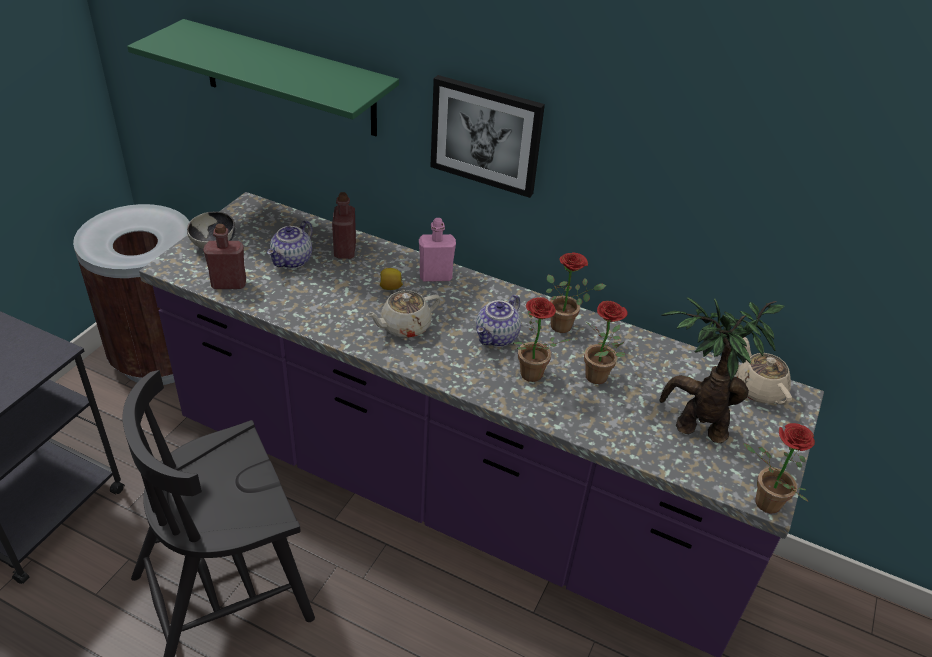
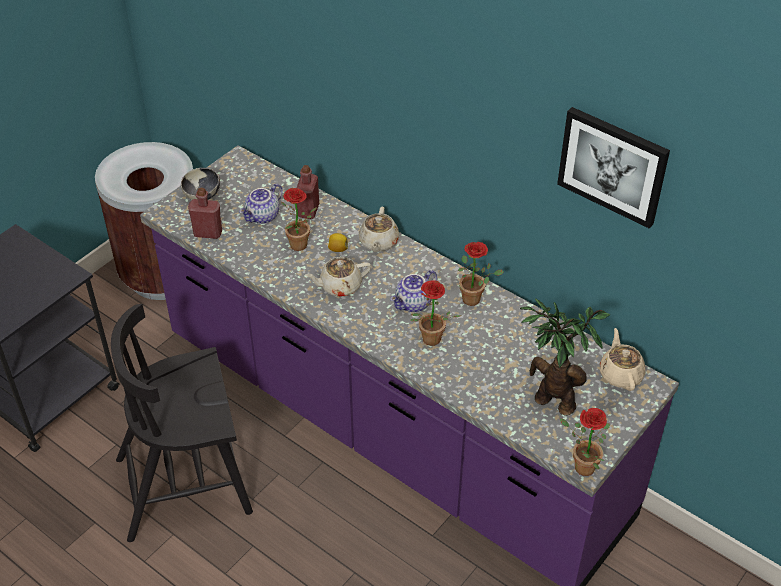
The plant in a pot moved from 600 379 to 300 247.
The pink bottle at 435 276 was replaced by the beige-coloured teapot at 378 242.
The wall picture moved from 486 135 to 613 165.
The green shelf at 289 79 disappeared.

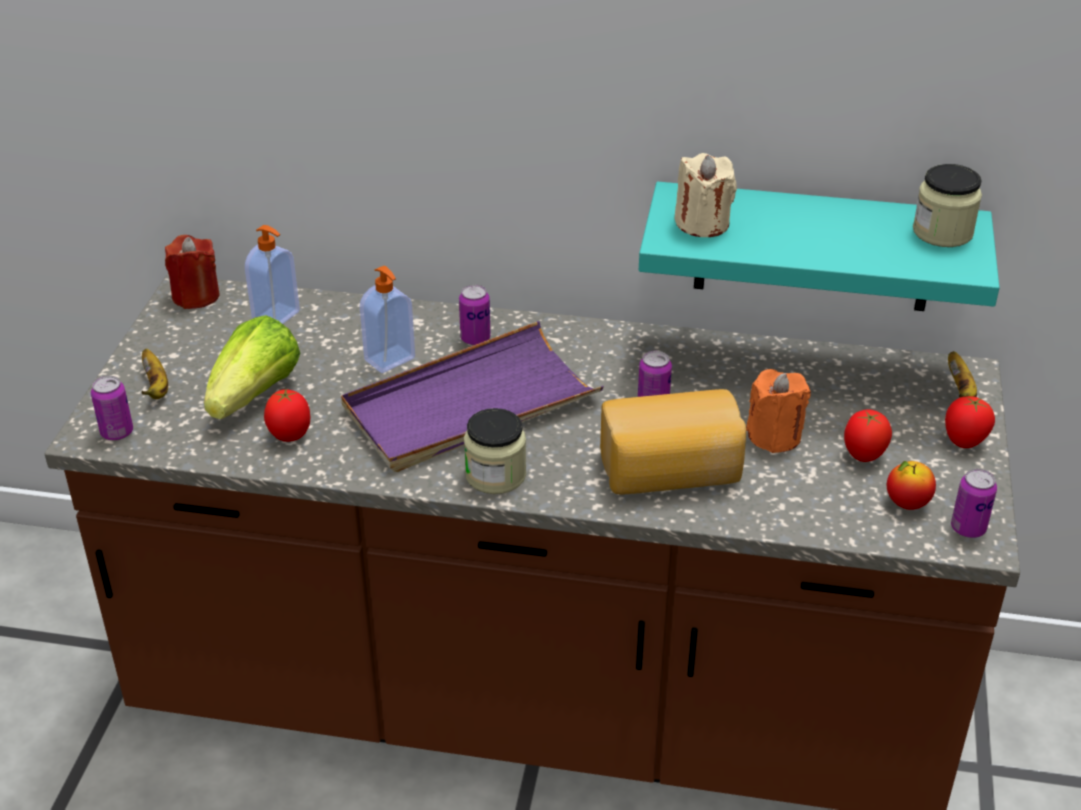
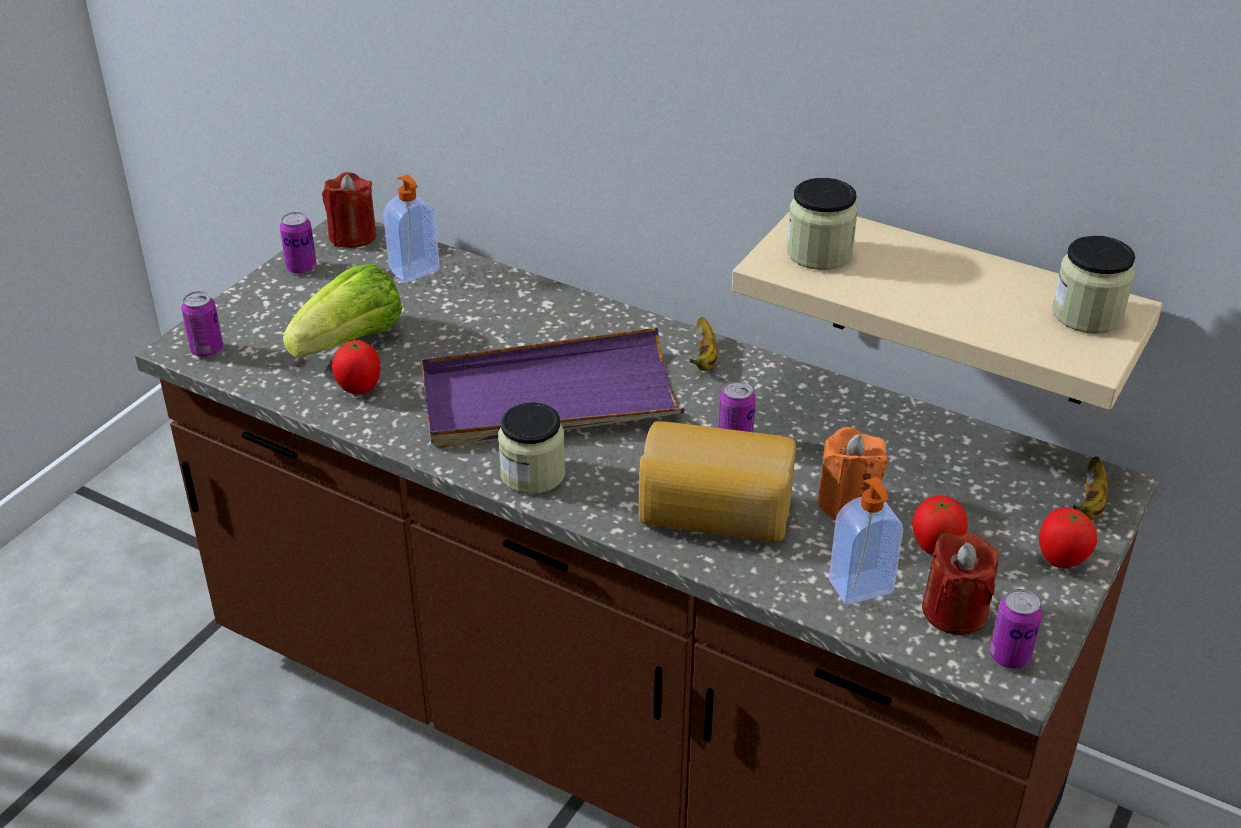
The can moved from 475 338 to 301 267.
The banana moved from 156 387 to 704 358.
The turquoise-coloured shelf at 814 247 became the beige-coloured shelf at 963 306.
The beige-coloured wax candle at 702 223 was replaced by the storage jar at 819 253.
The soap dispenser moved from 391 360 to 861 588.
The whole apple at 907 503 was replaced by the red wax candle at 954 611.

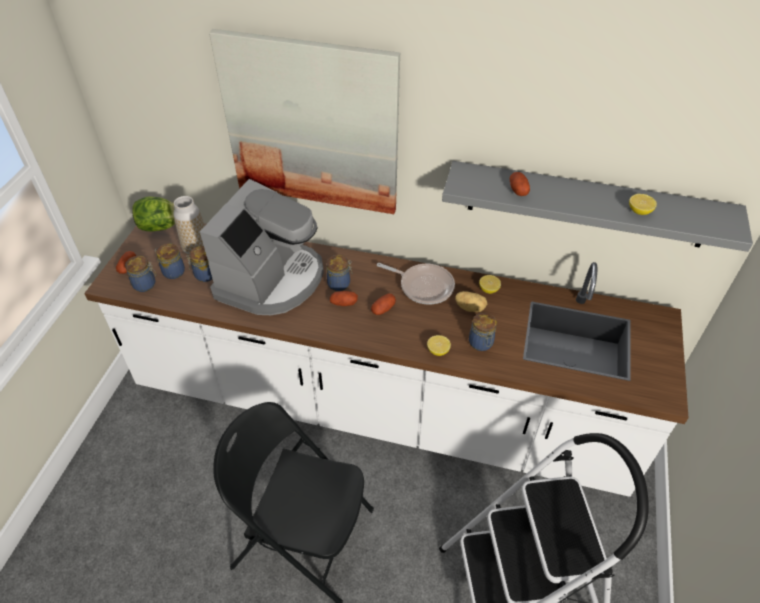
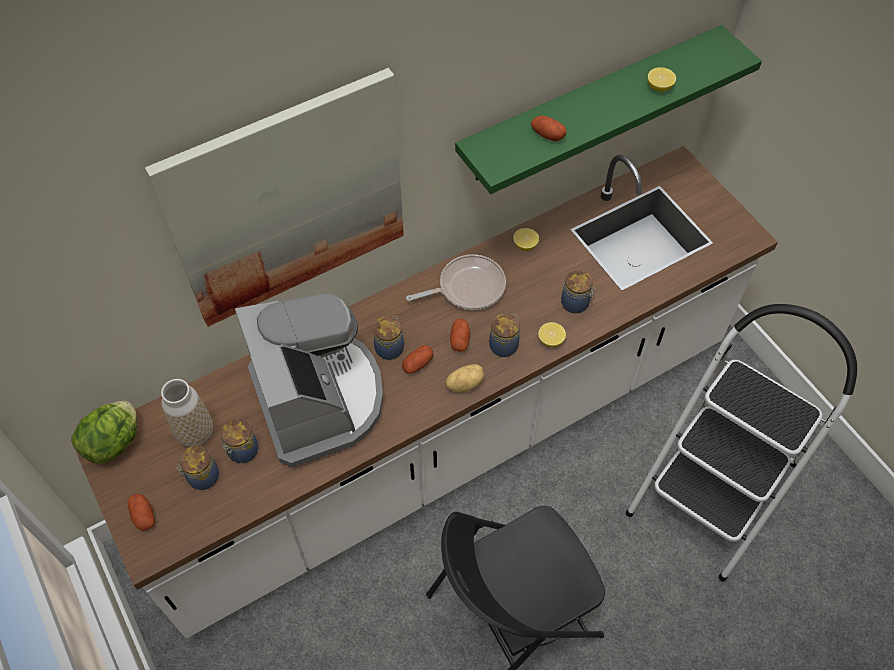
The potato moved from 470 307 to 464 383.
The greyish shelf at 587 205 became the green shelf at 590 105.
The storage jar moved from 145 284 to 504 345.

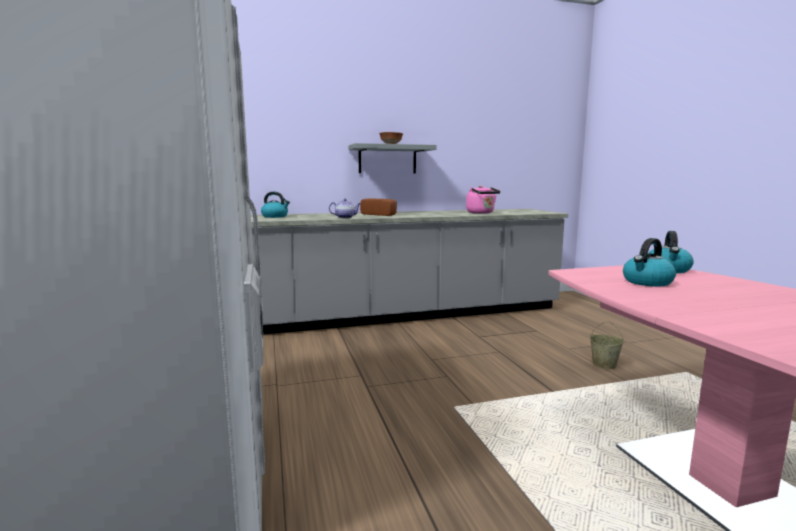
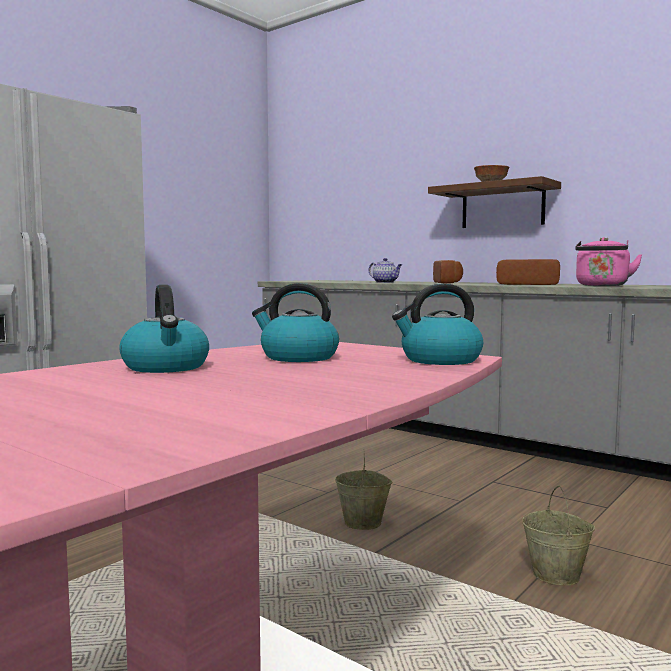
The tea kettle moved from 275 216 to 166 367.
The beige-coloured bucket at 363 523 appeared.
The greyish shelf at 387 159 became the brown-coloured shelf at 502 206.
The bread at 528 284 appeared.

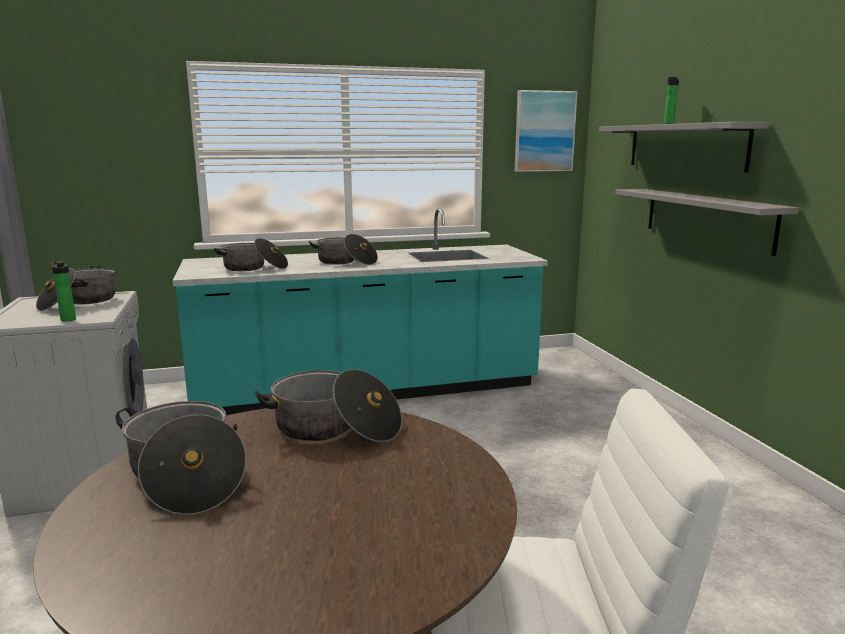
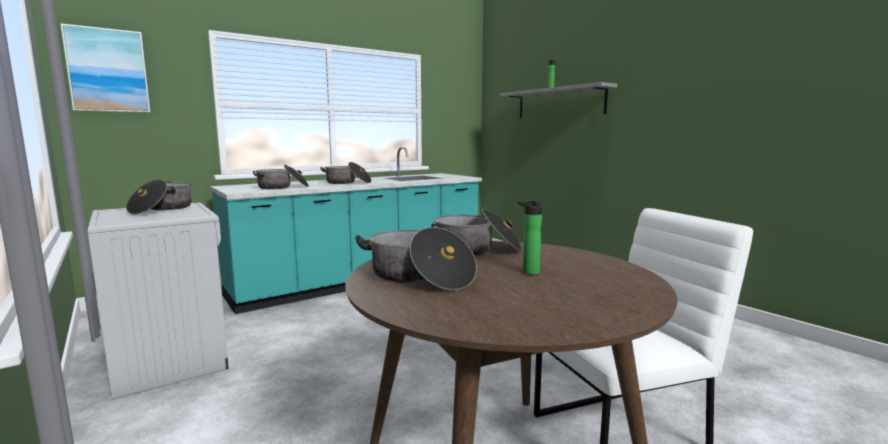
The wall picture moved from 544 131 to 107 70.
The bottle moved from 67 319 to 528 271.
The greyish shelf at 706 218 disappeared.

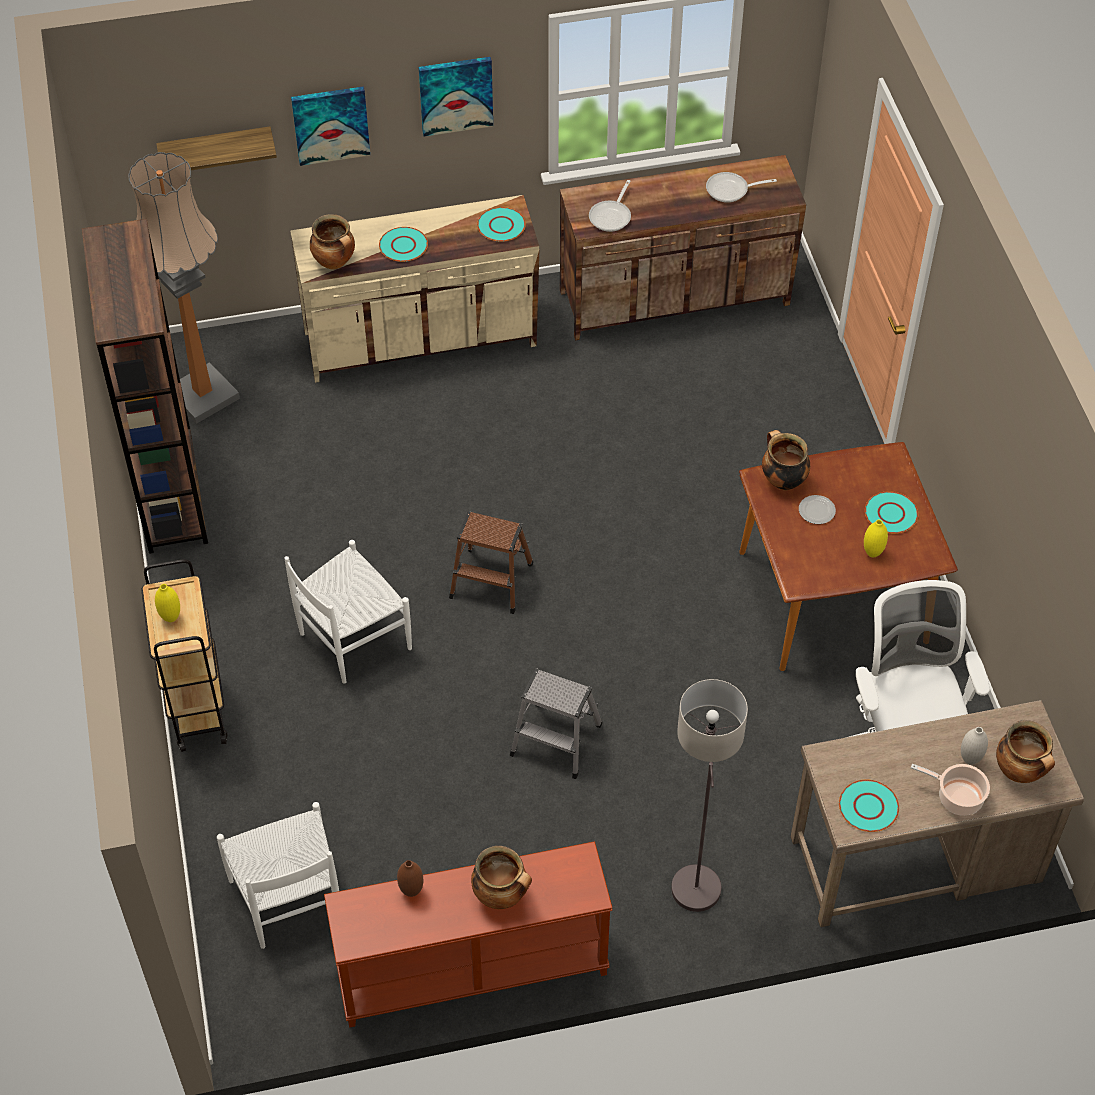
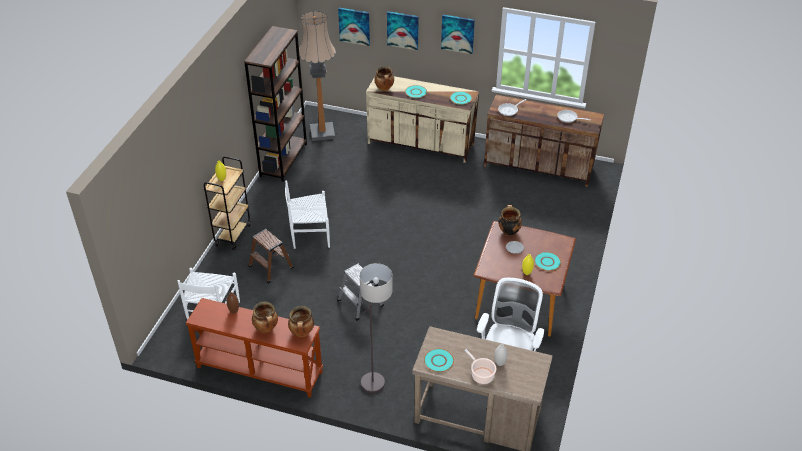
The brown-coloured step stool moved from 491 579 to 271 267.
The cooking pot moved from 1020 771 to 302 333.
The shelf at 216 149 was replaced by the wall picture at 354 26.

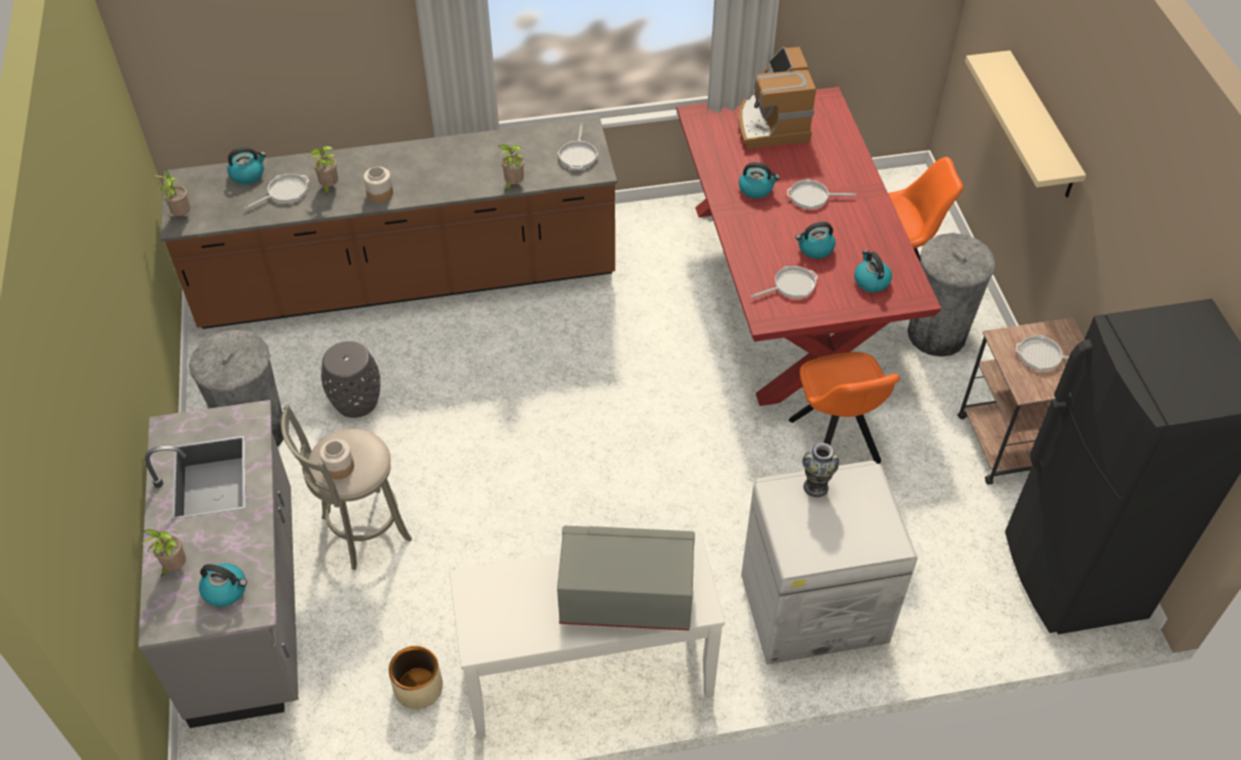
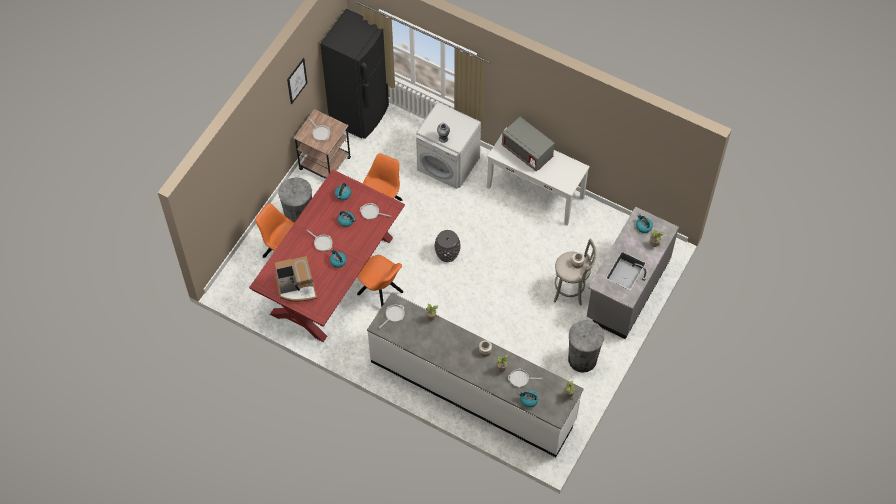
The coffee machine at 771 123 turned 45 degrees clockwise.
The wall picture at 297 81 appeared.
The orange-coloured plain chair at 380 293 appeared.
The brown-coloured counter at 408 282 became the whitish counter at 473 390.
The greyish sitting stool moved from 356 401 to 447 254.
The beige-coloured planter at 418 688 disappeared.
The beige-coloured shelf at 1041 126 disappeared.

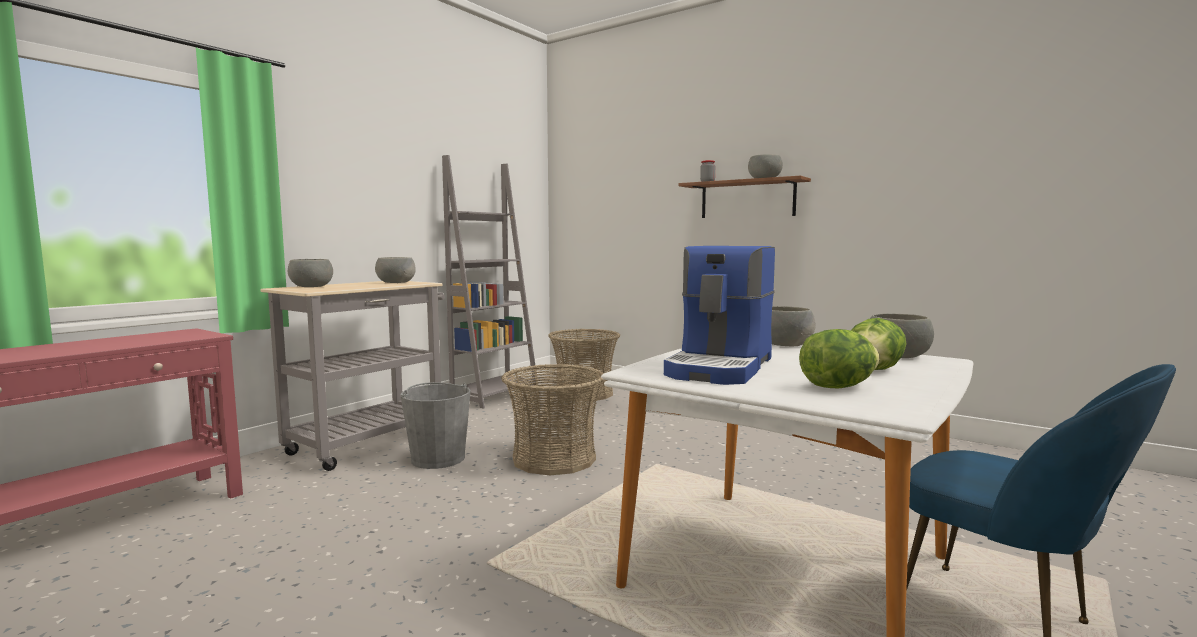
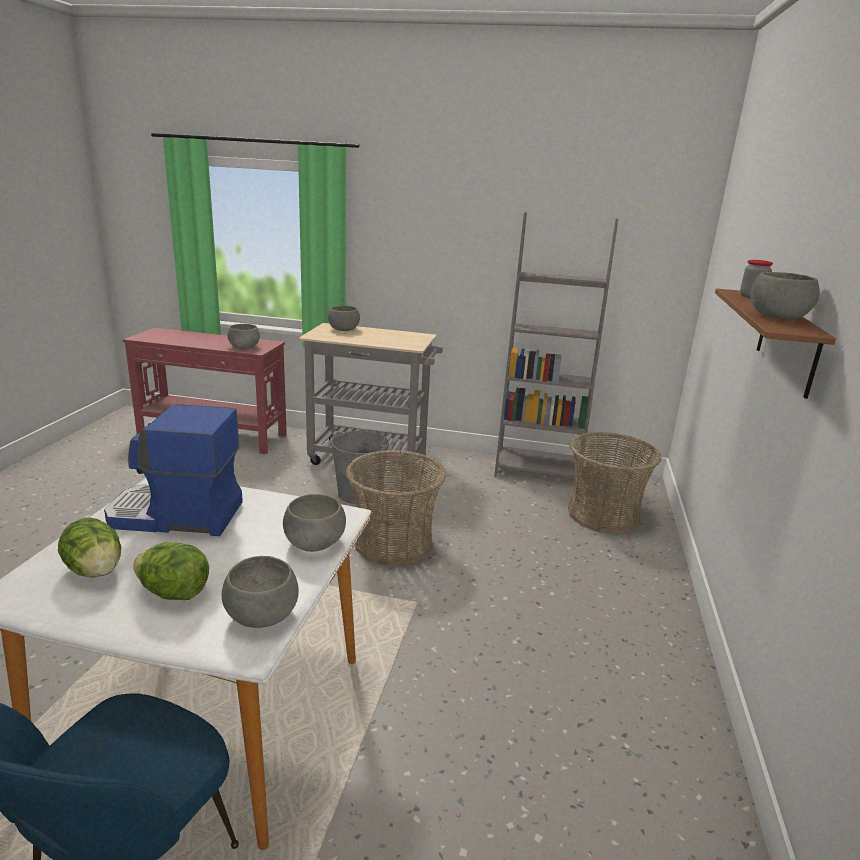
The greyish serving bowl moved from 395 282 to 244 347.

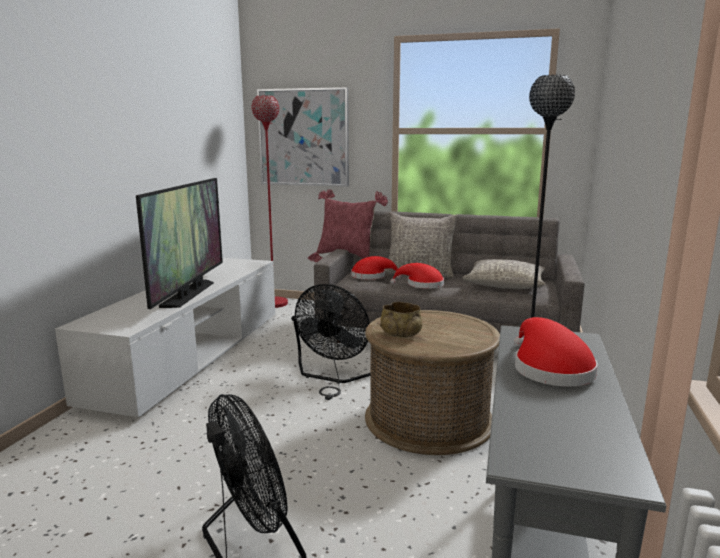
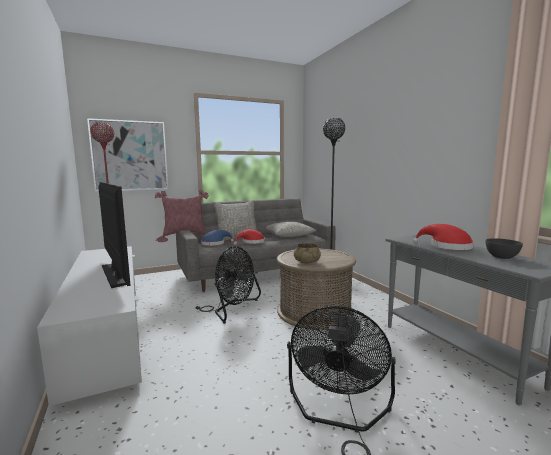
The blackish electric fan at 331 375 turned 135 degrees clockwise.
The red wearable hat at 371 276 became the blue-coloured wearable hat at 215 243.
The greyish serving bowl at 501 257 appeared.

